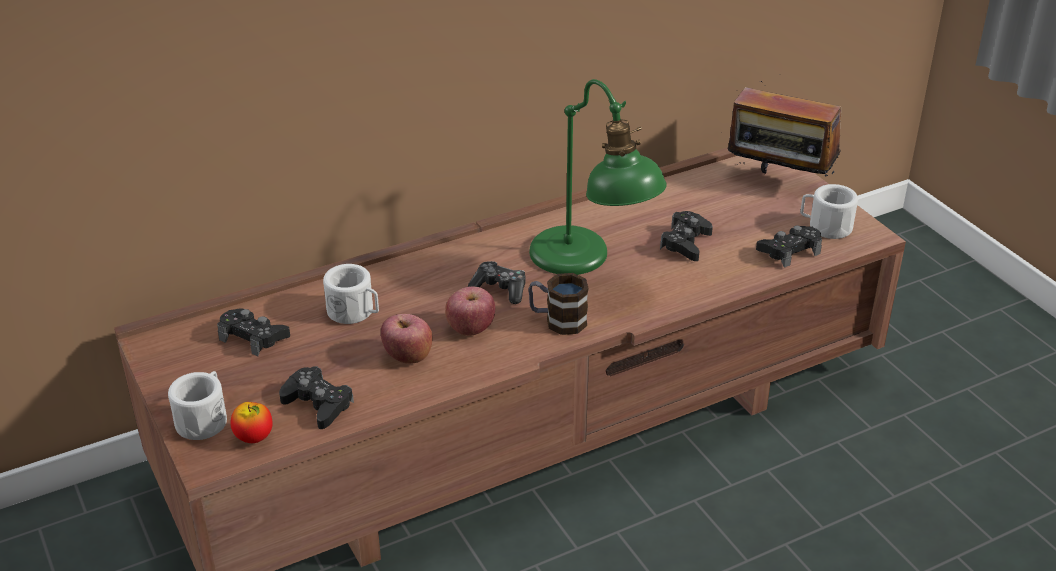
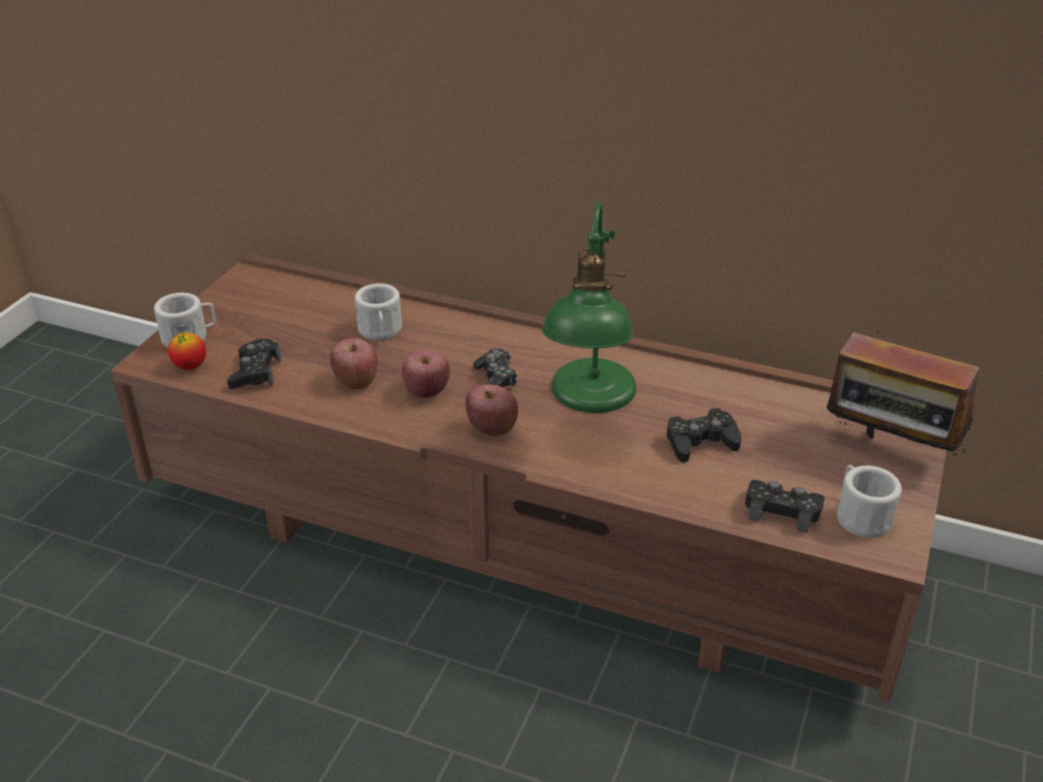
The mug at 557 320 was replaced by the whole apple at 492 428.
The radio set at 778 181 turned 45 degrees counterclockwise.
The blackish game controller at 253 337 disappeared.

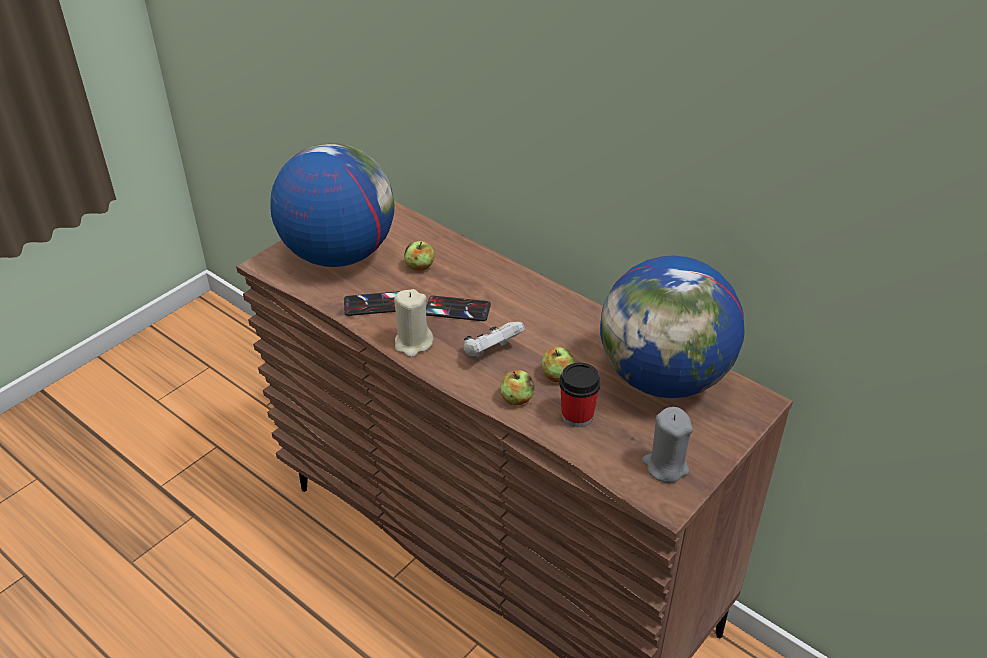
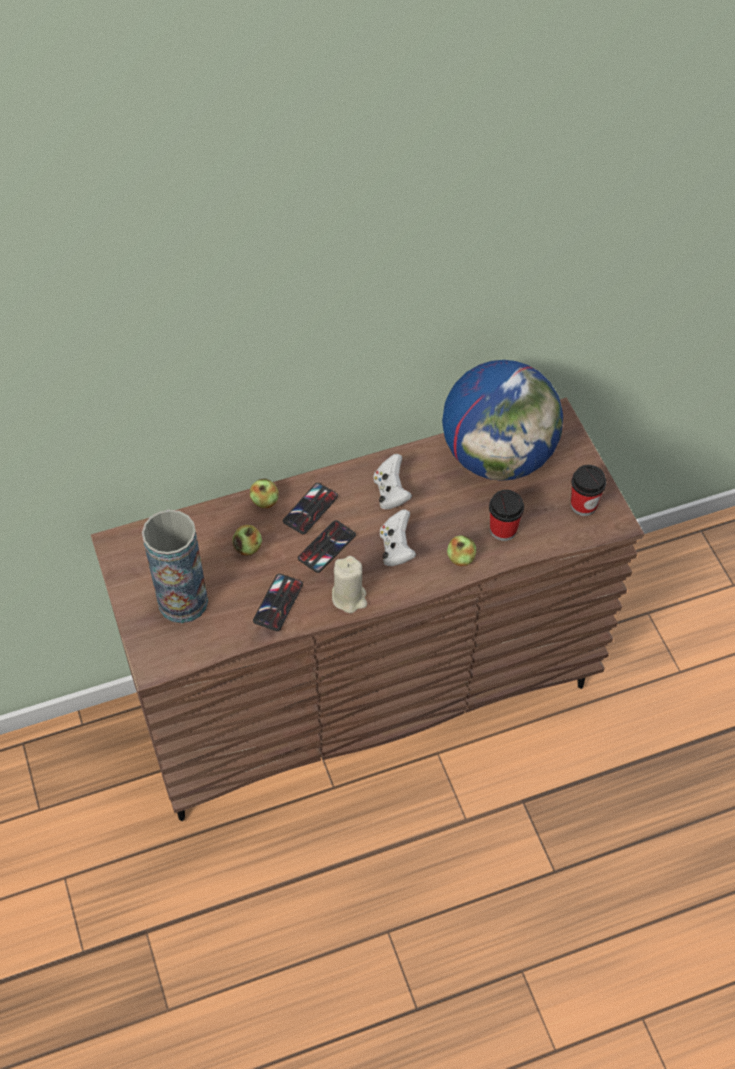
The globe at 338 254 was replaced by the decorative vase at 183 601.
The whole apple moved from 557 375 to 265 501.
The phone at 310 509 appeared.
The whitish game controller at 391 493 appeared.
The greyish wax candle at 665 466 was replaced by the small cup at 583 505.

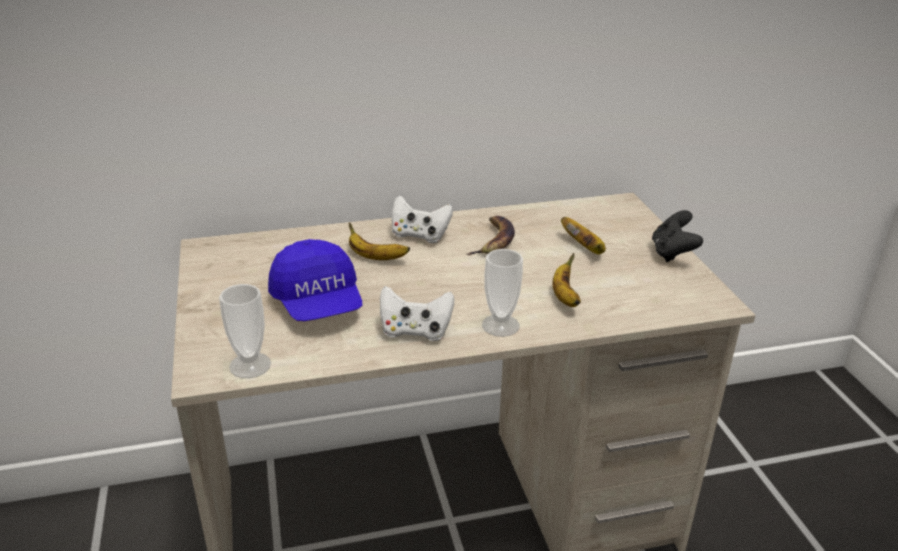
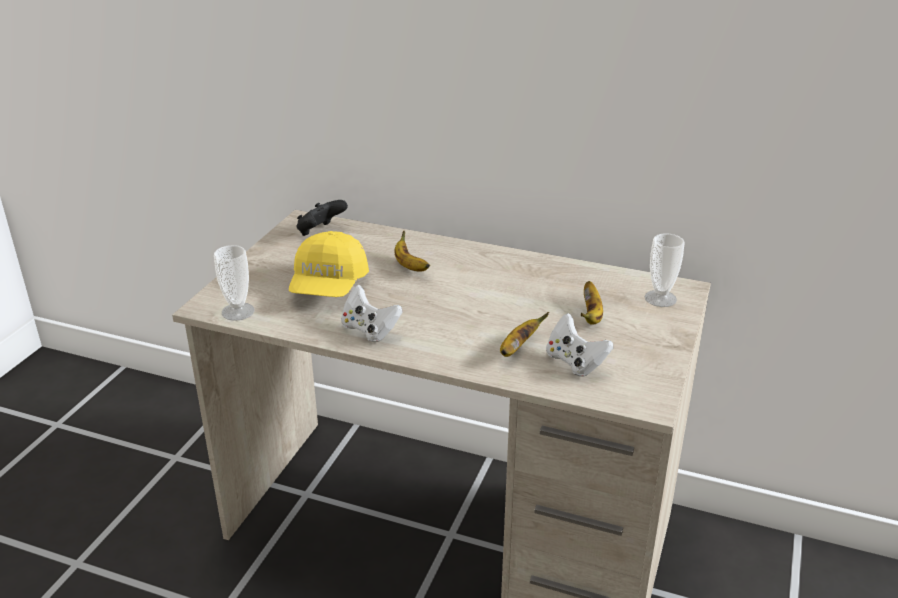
The blue-coloured baseball cap at 318 304 became the yellow baseball cap at 328 286.
The blackish game controller moved from 672 253 to 320 232.
The whitish game controller moved from 420 235 to 575 362.
The small cup moved from 500 325 to 660 298.
The banana at 493 240 disappeared.

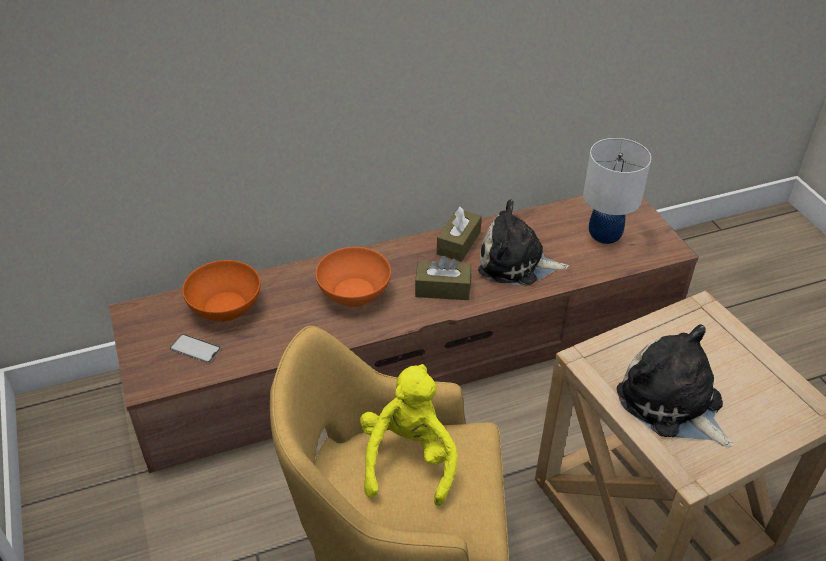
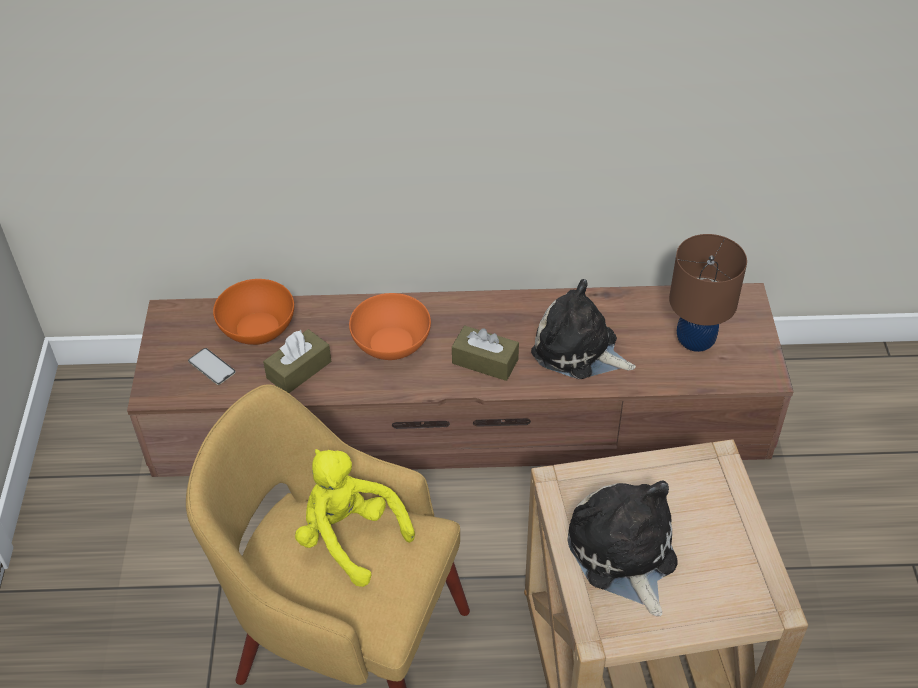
The brown-coloured tissue holder moved from 458 243 to 299 370.
The yellow cuddly toy at 408 459 turned 75 degrees counterclockwise.
The whitish lamp for a table at 604 238 became the brown-coloured lamp for a table at 694 343.

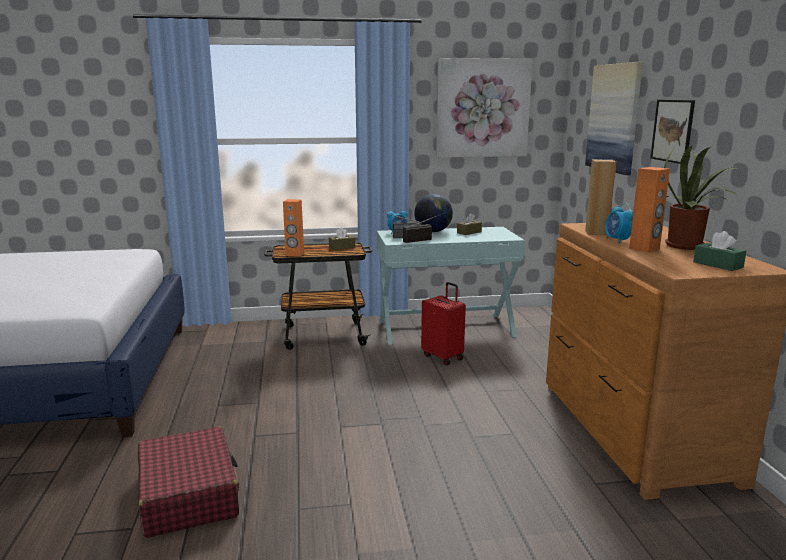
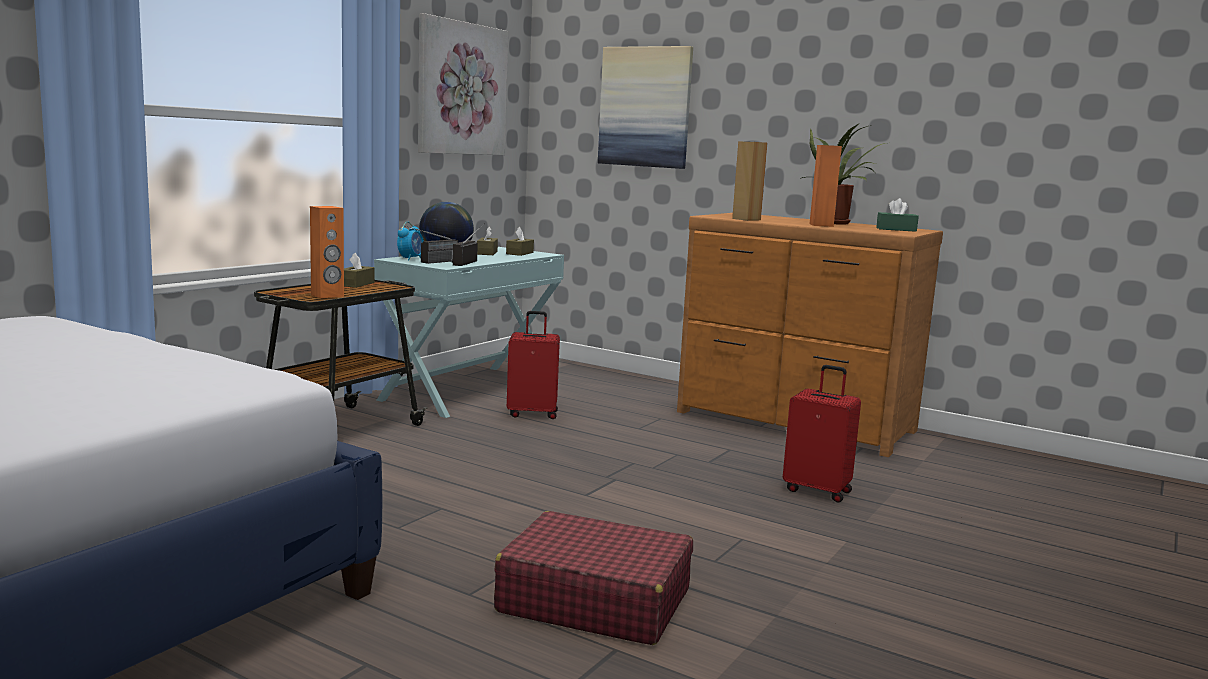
The brown-coloured tissue holder at 519 253 appeared.
The red piece of luggage at 818 490 appeared.
The alarm clock at 617 240 disappeared.
The wall picture at 672 131 disappeared.

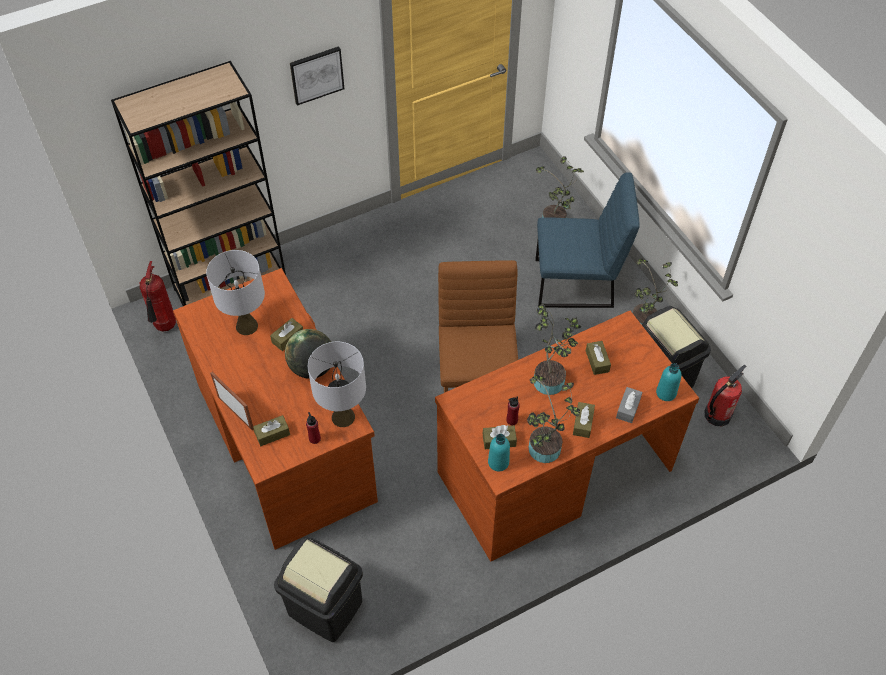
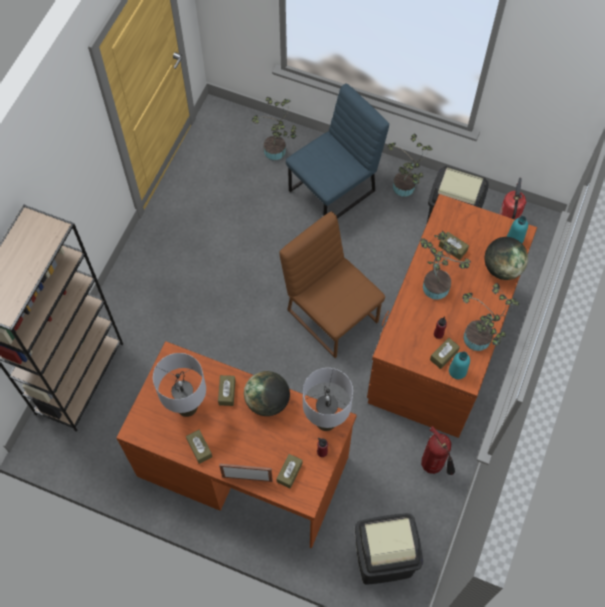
The brown-coloured tissue holder moved from 583 423 to 199 448.
The fire-fighting cylinder moved from 165 327 to 434 466.
The greyish tissue holder at 628 408 was replaced by the globe at 502 268.
The wall picture at 316 74 disappeared.

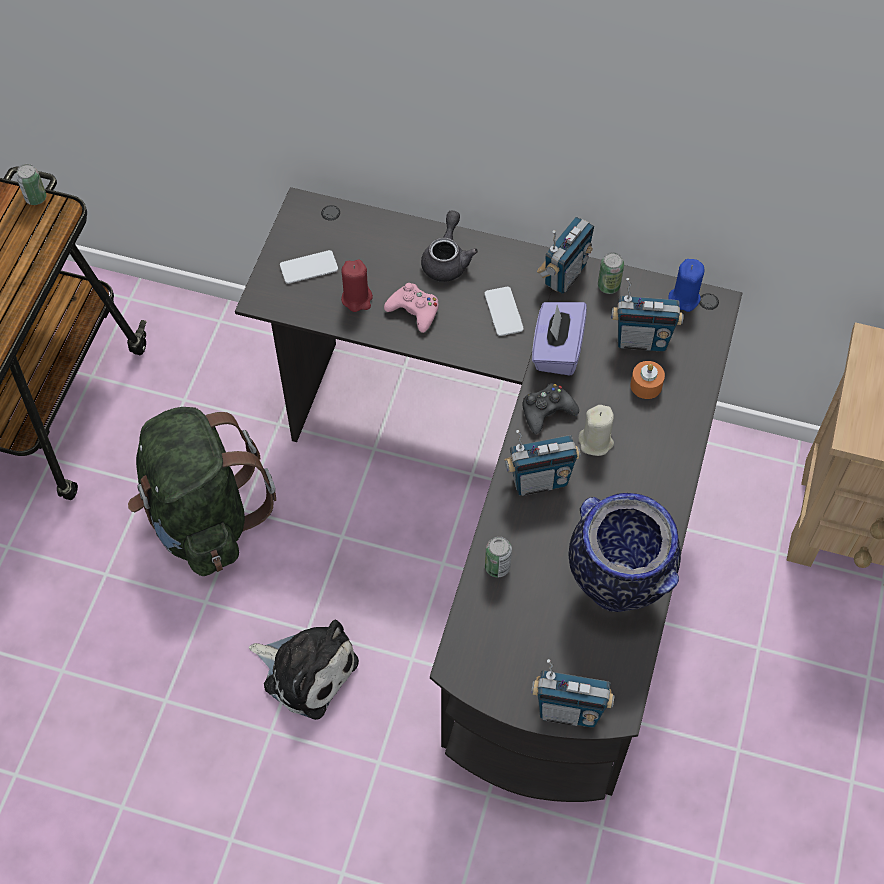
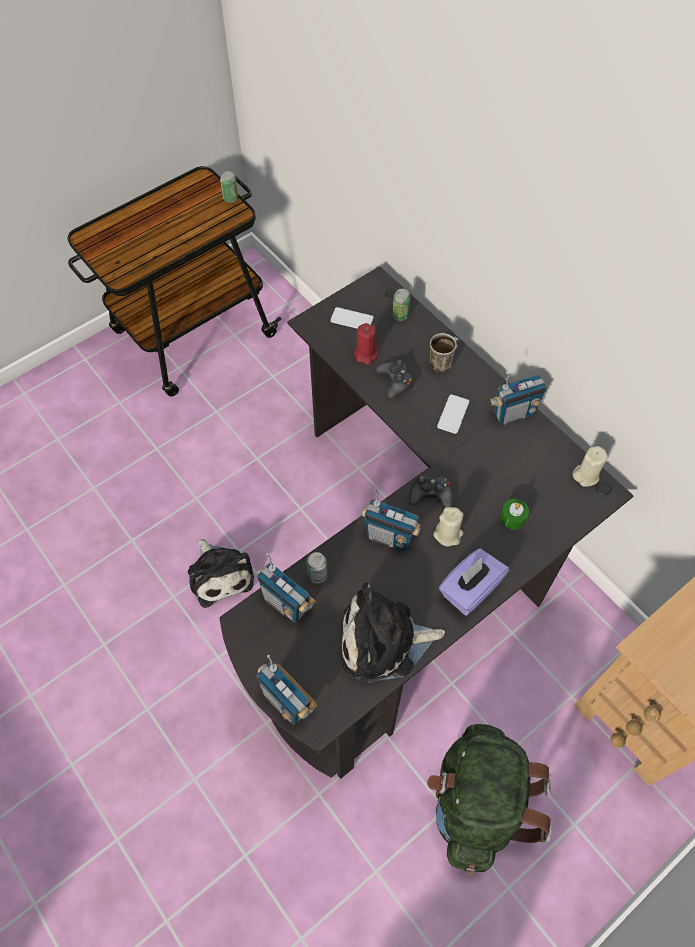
The radio set moved from 641 340 to 286 603.
The decorative vase at 616 589 was replaced by the cuddly toy at 384 641.
The pink game controller at 414 311 became the blackish game controller at 395 381.
The can moved from 608 286 to 400 315.
The green rucksack moved from 203 518 to 477 803.
The greyish teapot at 447 260 was replaced by the mug at 442 361.
The purplish tissue holder moved from 557 350 to 470 589.
The orange-coloured wax candle at 646 385 became the green wax candle at 513 518.
The blue-coloured wax candle at 684 298 became the beige-coloured wax candle at 586 475.

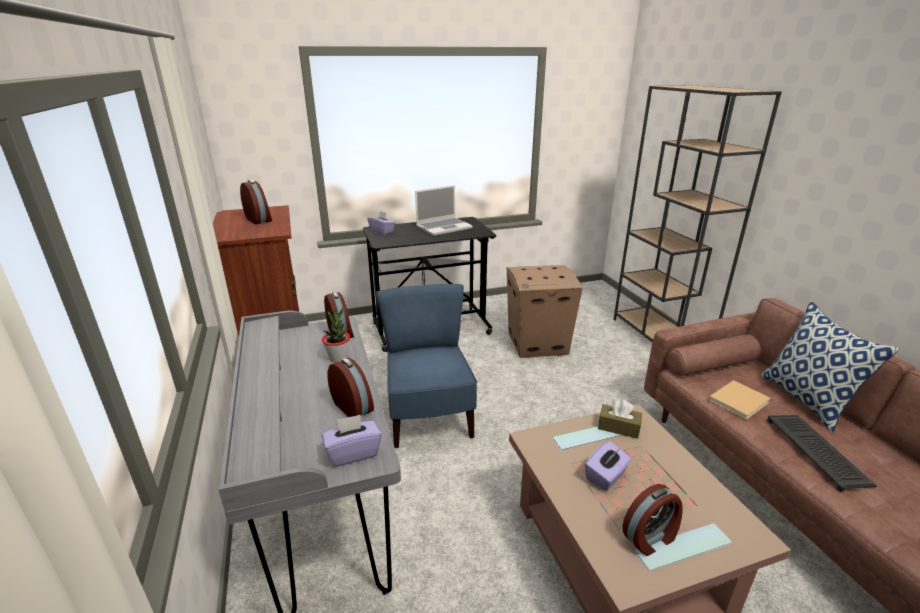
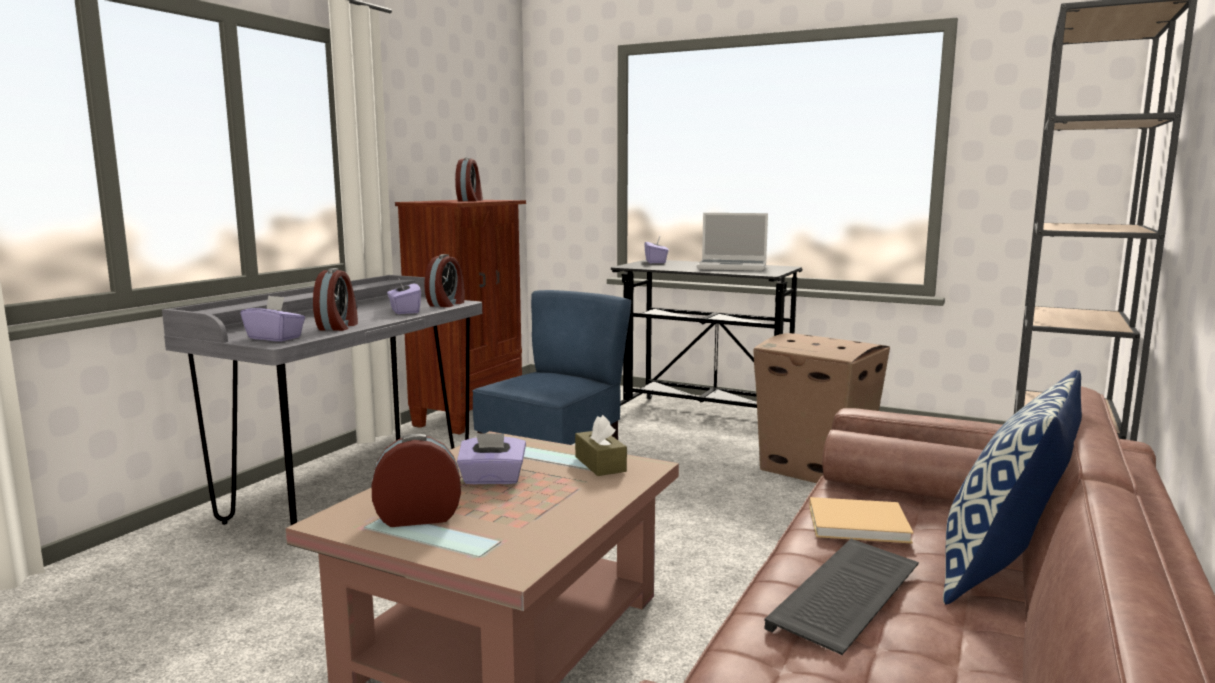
The alarm clock at 650 537 turned 150 degrees clockwise.
The plant in a pot at 338 358 was replaced by the purplish tissue holder at 404 311.

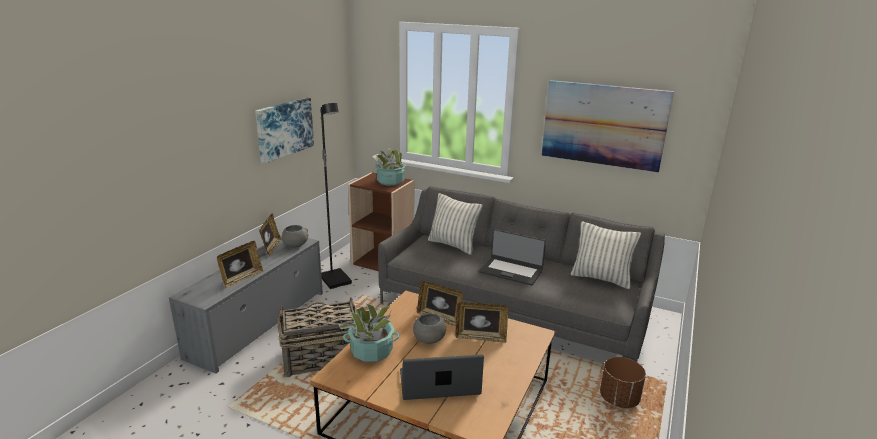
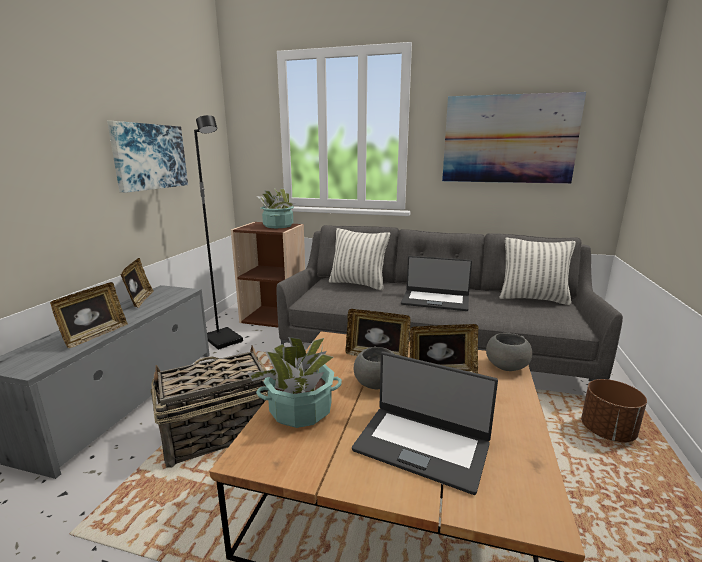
The laptop at 439 384 turned 135 degrees counterclockwise.
The greyish serving bowl moved from 295 245 to 506 366.

